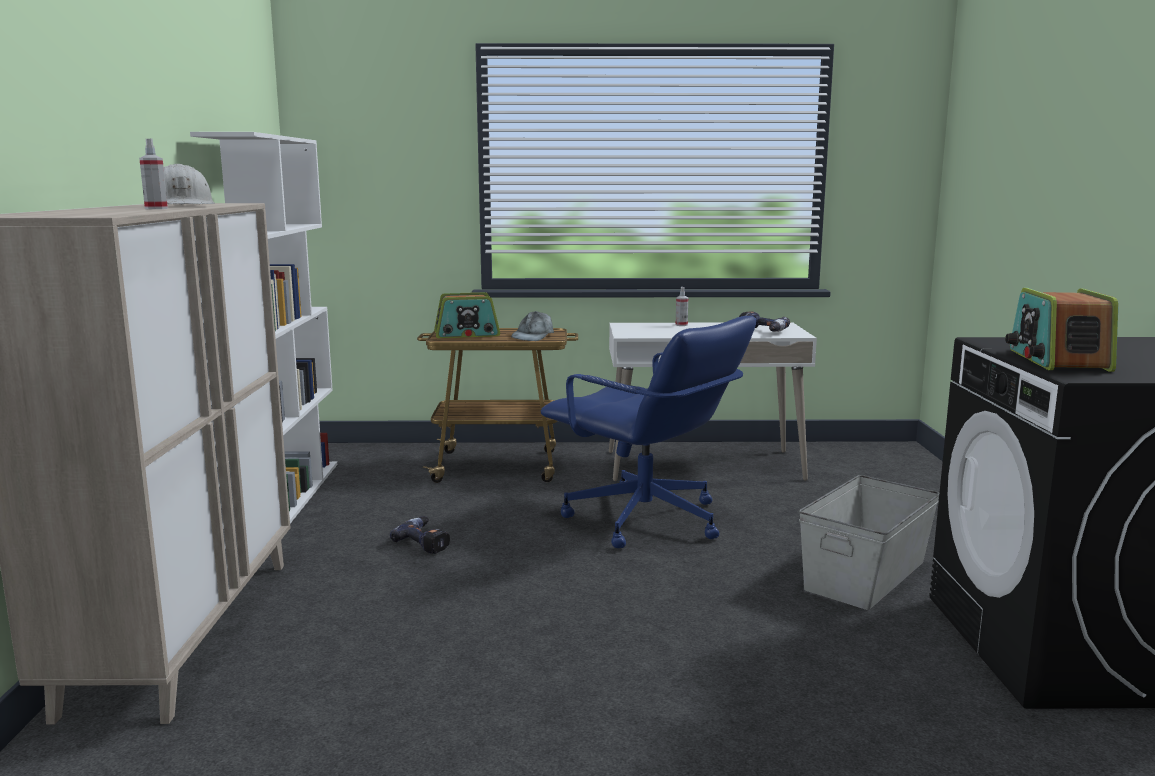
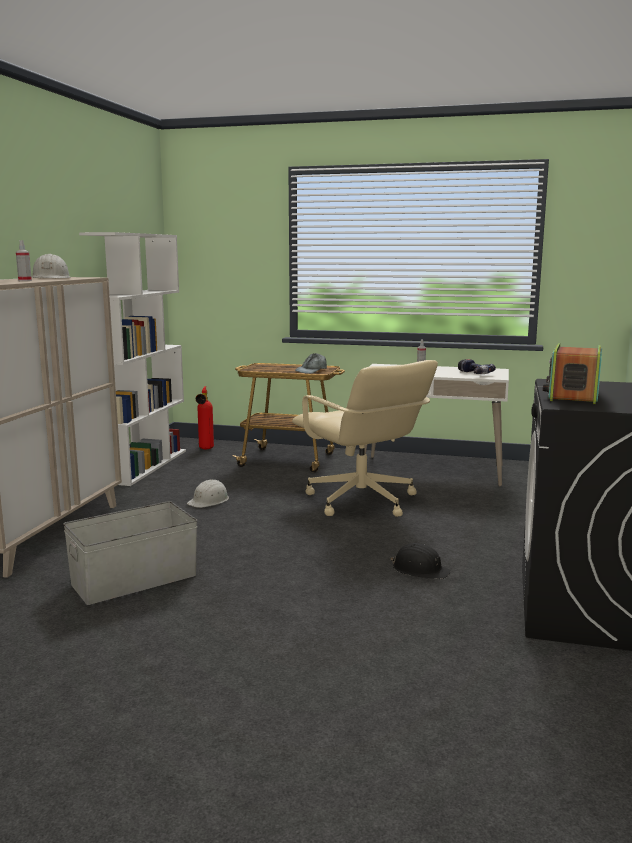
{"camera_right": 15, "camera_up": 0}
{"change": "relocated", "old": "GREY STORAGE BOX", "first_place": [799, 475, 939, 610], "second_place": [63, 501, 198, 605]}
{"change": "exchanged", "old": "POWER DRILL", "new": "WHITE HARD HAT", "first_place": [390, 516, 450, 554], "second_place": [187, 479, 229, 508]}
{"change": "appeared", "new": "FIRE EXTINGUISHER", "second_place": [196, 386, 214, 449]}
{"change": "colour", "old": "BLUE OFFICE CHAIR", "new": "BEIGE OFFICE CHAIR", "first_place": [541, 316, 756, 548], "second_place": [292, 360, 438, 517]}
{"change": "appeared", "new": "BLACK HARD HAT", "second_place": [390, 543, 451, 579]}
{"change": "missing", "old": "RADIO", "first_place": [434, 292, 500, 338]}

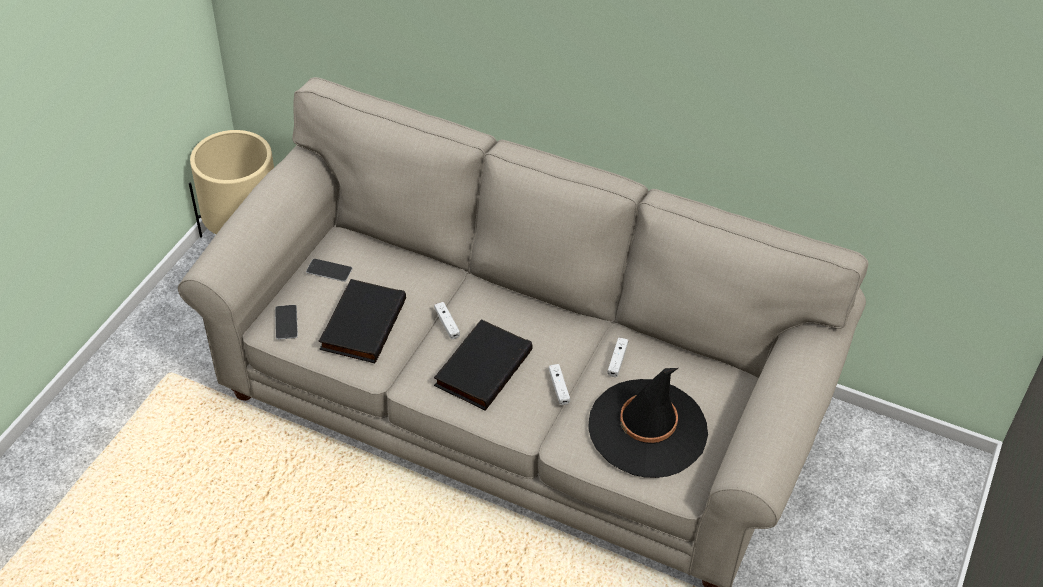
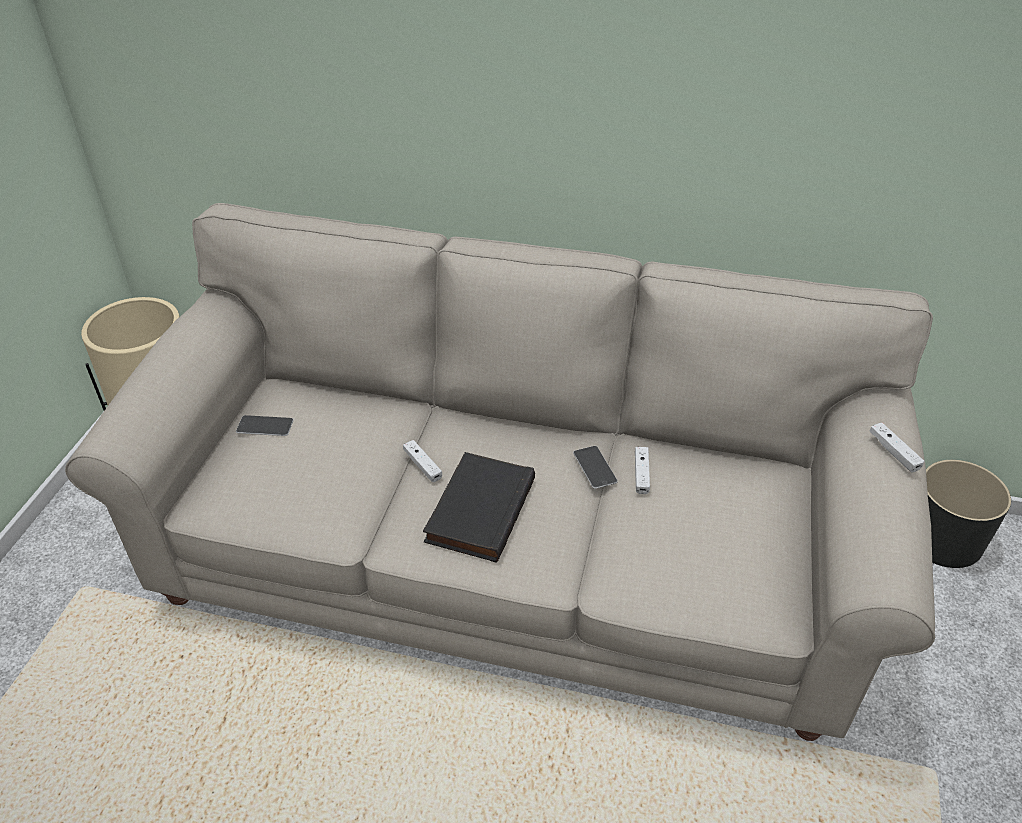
{"camera_right": -10, "camera_up": -5}
{"change": "relocated", "old": "PHONE", "first_place": [275, 305, 298, 340], "second_place": [573, 446, 618, 489]}
{"change": "relocated", "old": "WHITE GAME CONTROLLER", "first_place": [549, 364, 570, 405], "second_place": [869, 423, 925, 472]}
{"change": "appeared", "new": "BLACK PLANTER", "second_place": [926, 460, 1011, 568]}
{"change": "missing", "old": "BLACK BOOK", "first_place": [319, 279, 406, 363]}
{"change": "missing", "old": "BLACK HAT", "first_place": [588, 368, 708, 478]}

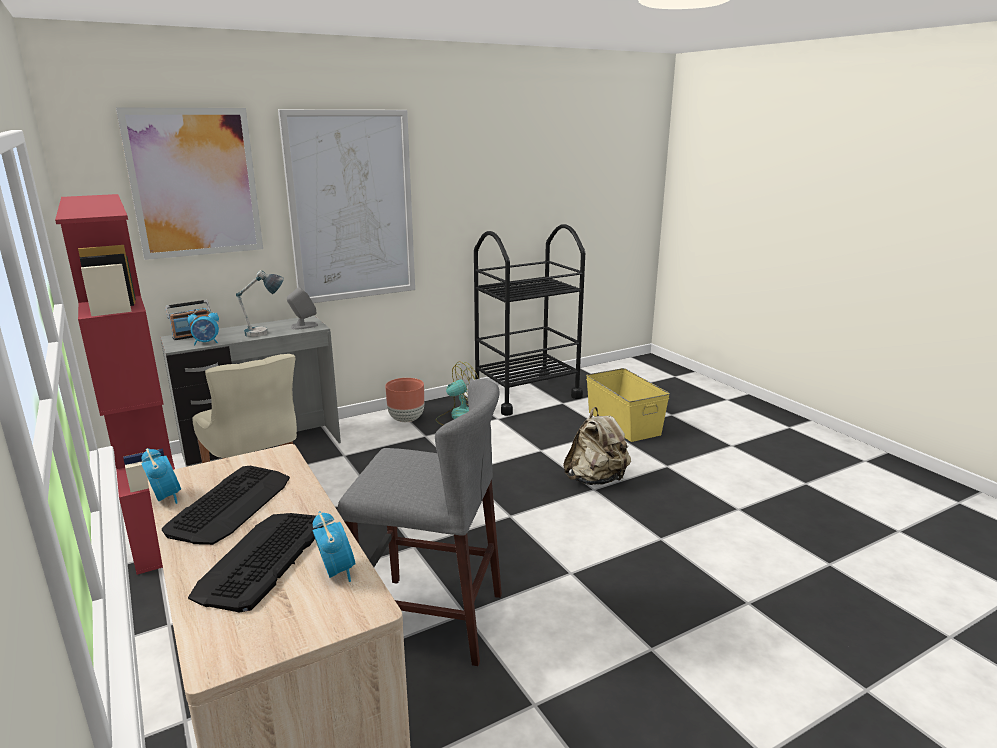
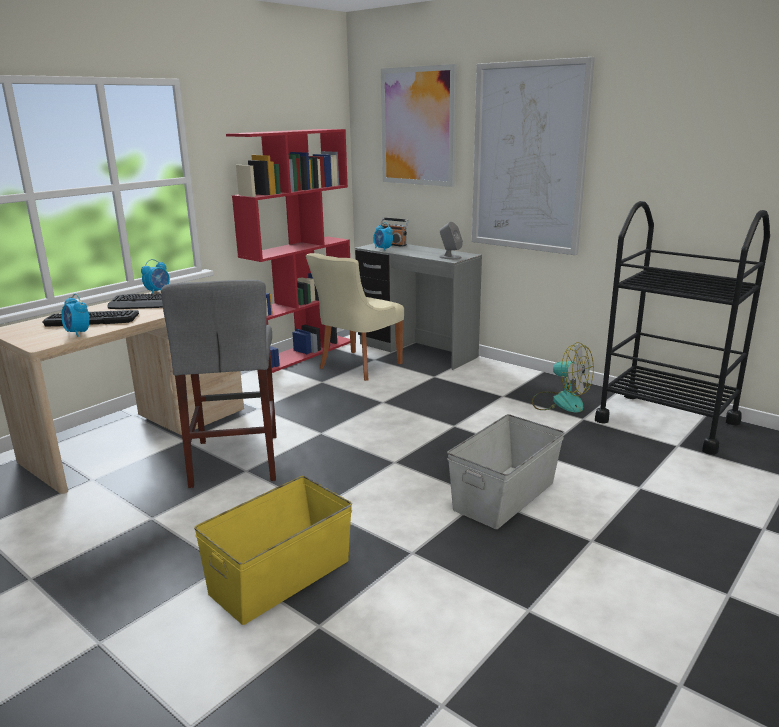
{"camera_right": 70, "camera_up": 0}
{"change": "spun", "old": "ALARM CLOCK", "first_place": [313, 511, 356, 582], "second_place": [61, 294, 89, 337], "degrees": 90}
{"change": "relocated", "old": "YELLOW STORAGE BOX", "first_place": [586, 368, 670, 442], "second_place": [194, 476, 352, 625]}
{"change": "exchanged", "old": "BEIGE BACKPACK", "new": "GREY STORAGE BOX", "first_place": [563, 407, 631, 485], "second_place": [447, 414, 565, 529]}
{"change": "missing", "old": "TABLE LAMP", "first_place": [236, 270, 284, 337]}
{"change": "missing", "old": "BROWN PLANTER", "first_place": [385, 378, 424, 422]}

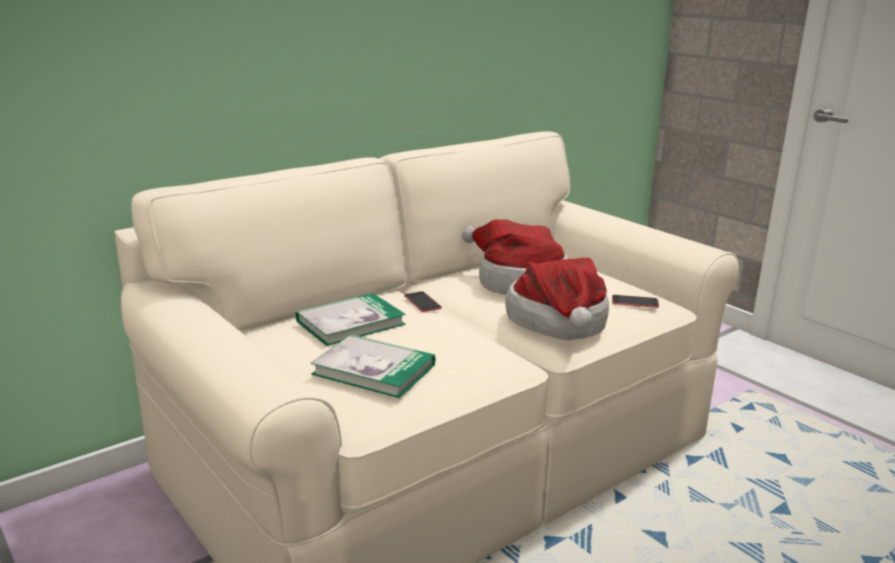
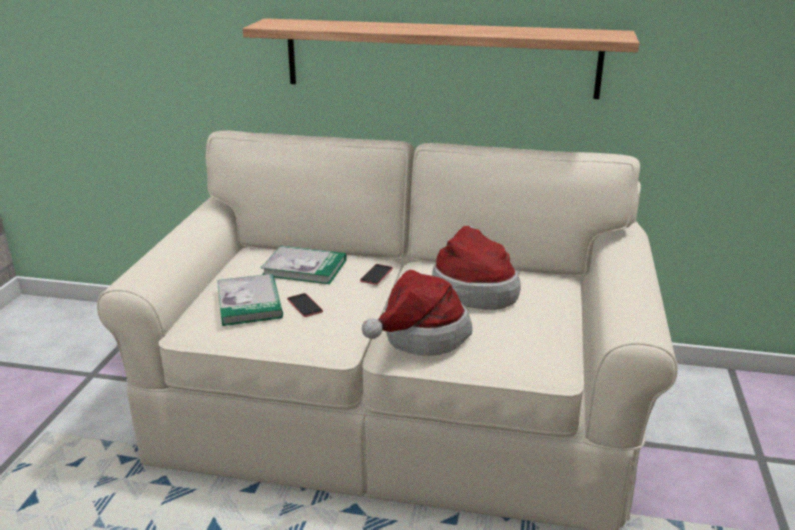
{"camera_right": 50, "camera_up": 5}
{"change": "appeared", "new": "SHELF", "second_place": [243, 18, 639, 99]}
{"change": "relocated", "old": "PHONE", "first_place": [612, 295, 659, 308], "second_place": [287, 293, 323, 317]}

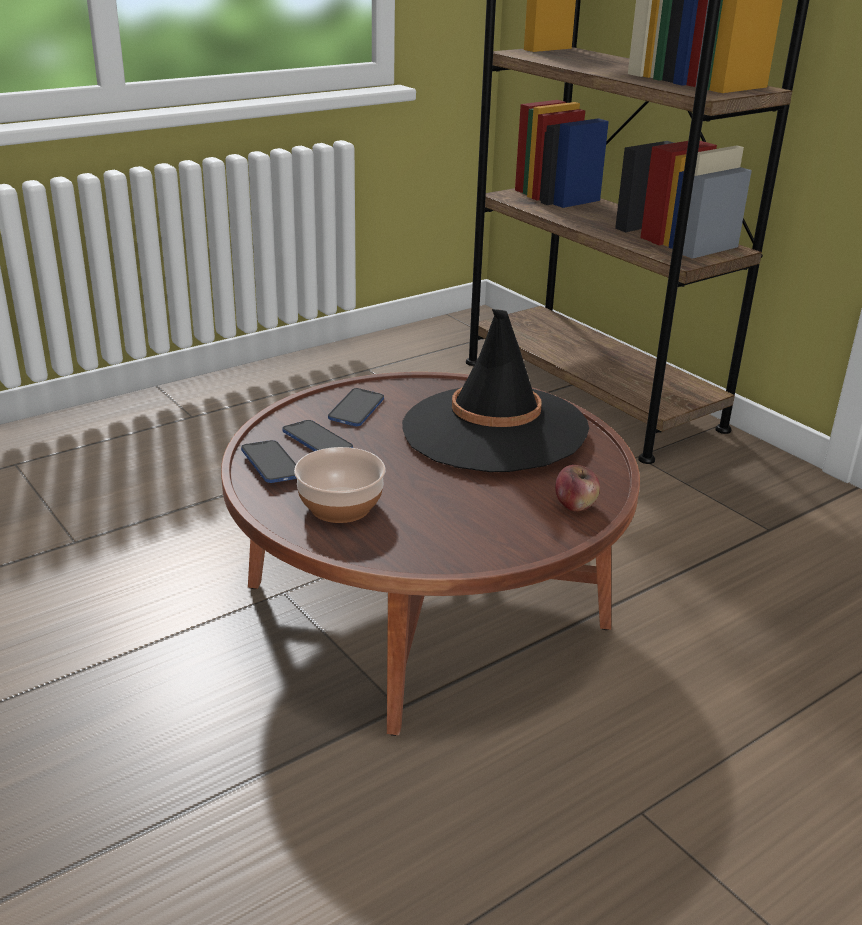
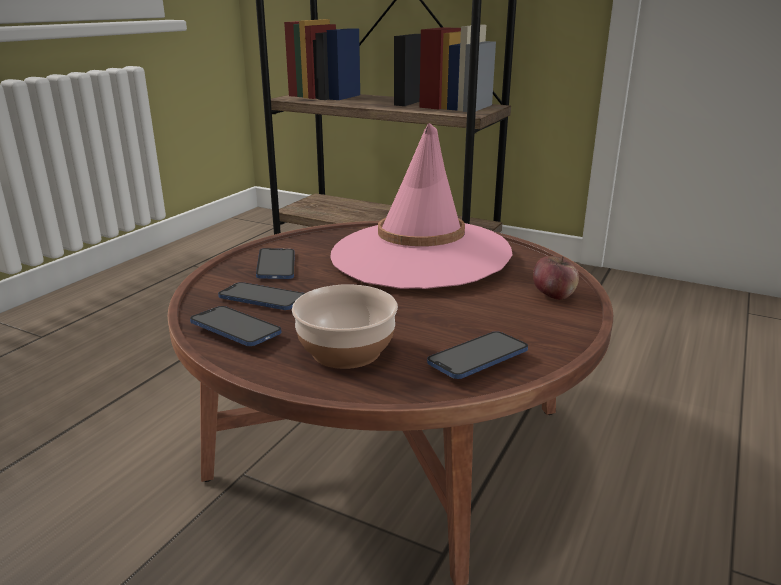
{"camera_right": -25, "camera_up": -5}
{"change": "colour", "old": "BLACK HAT", "new": "PINK HAT", "first_place": [402, 309, 589, 472], "second_place": [330, 123, 512, 289]}
{"change": "appeared", "new": "PHONE", "second_place": [427, 331, 528, 379]}

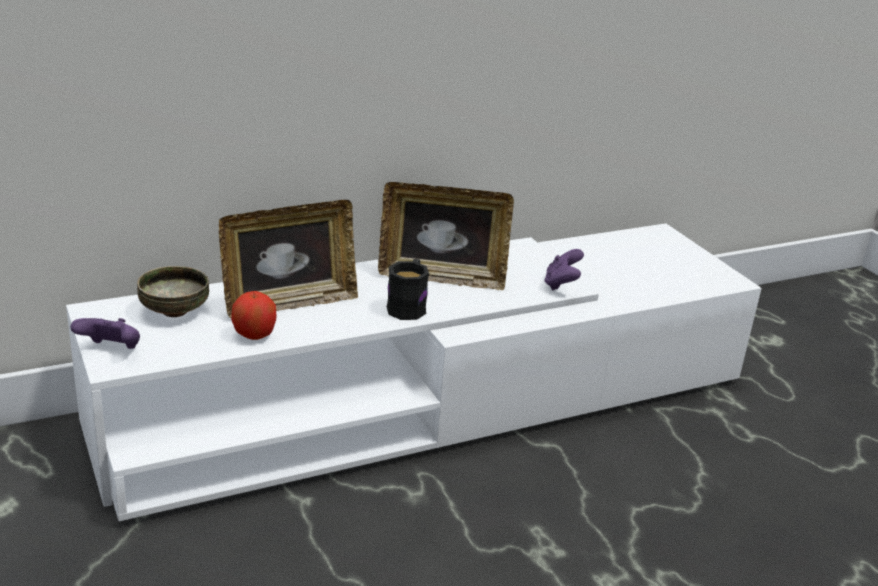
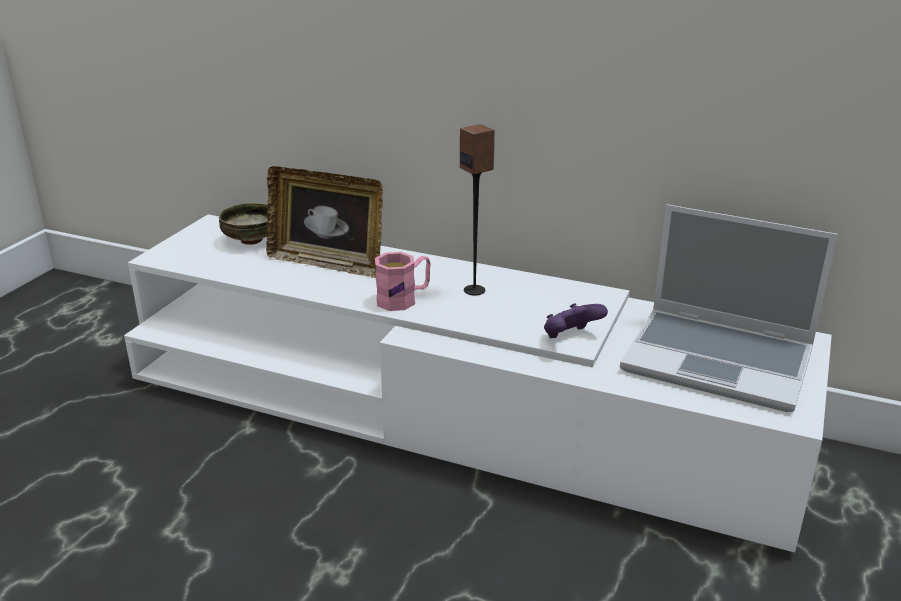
{"camera_right": 50, "camera_up": 0}
{"change": "colour", "old": "BLACK MUG", "new": "PINK MUG", "first_place": [387, 259, 429, 320], "second_place": [375, 252, 431, 311]}
{"change": "exchanged", "old": "PICTURE FRAME", "new": "SPEAKER", "first_place": [378, 182, 514, 290], "second_place": [460, 124, 495, 296]}
{"change": "appeared", "new": "LAPTOP", "second_place": [620, 204, 838, 412]}
{"change": "missing", "old": "PURPLE GAME CONTROLLER", "first_place": [71, 318, 140, 349]}
{"change": "missing", "old": "APPLE", "first_place": [231, 291, 276, 340]}

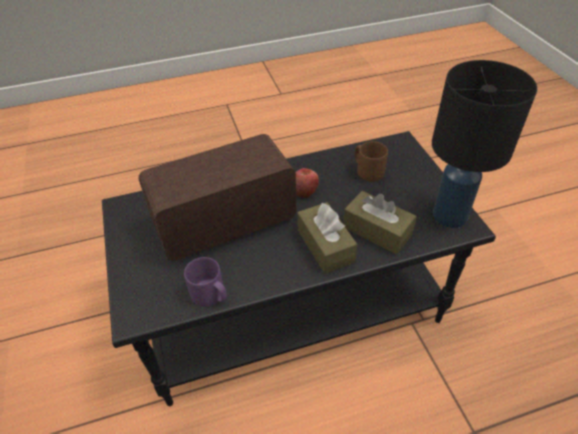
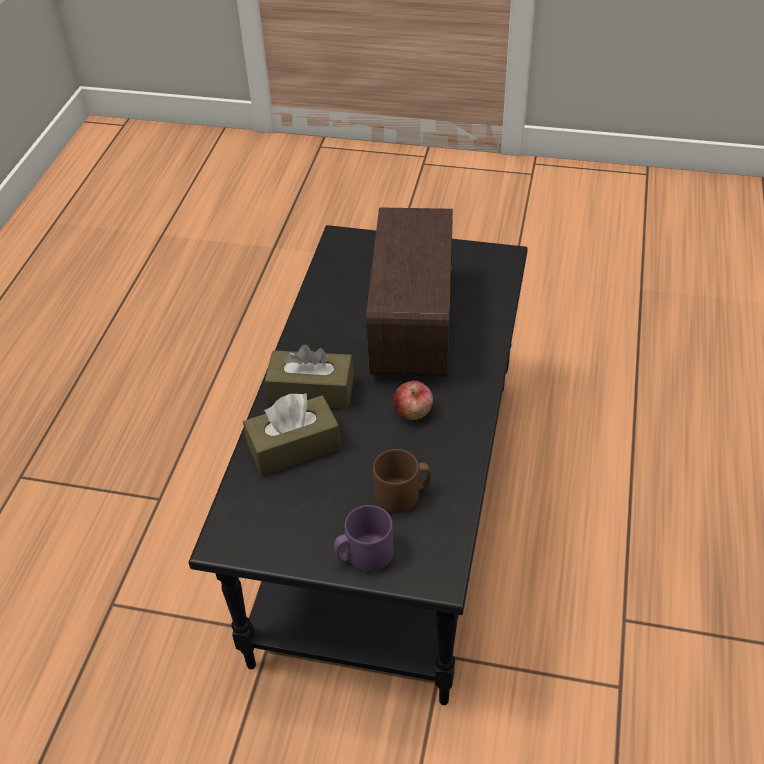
{"camera_right": 120, "camera_up": 0}
{"change": "relocated", "old": "PURPLE MUG", "first_place": [184, 257, 227, 307], "second_place": [334, 505, 394, 572]}
{"change": "missing", "old": "BLACK TABLE LAMP", "first_place": [432, 60, 537, 228]}

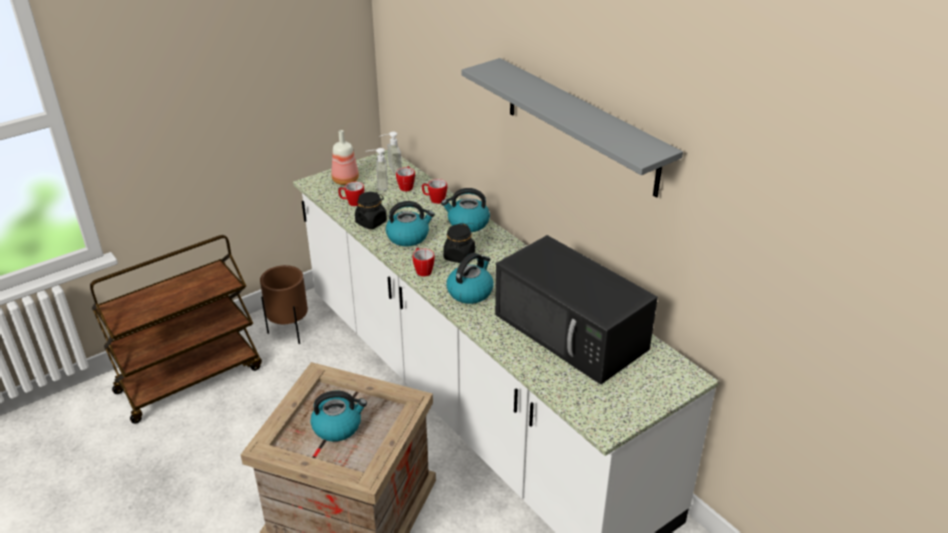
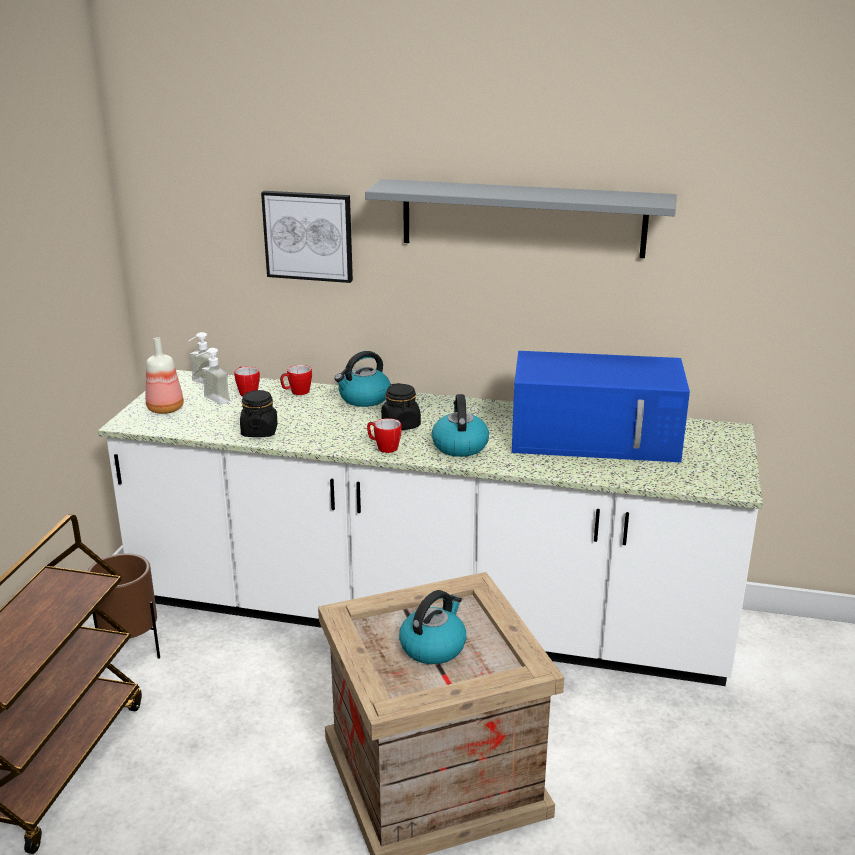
{"camera_right": -40, "camera_up": -10}
{"change": "appeared", "new": "PICTURE", "second_place": [261, 191, 353, 283]}
{"change": "colour", "old": "BLACK MICROWAVE", "new": "BLUE MICROWAVE", "first_place": [495, 235, 658, 385], "second_place": [512, 351, 690, 462]}
{"change": "missing", "old": "MUG", "first_place": [338, 182, 364, 206]}
{"change": "missing", "old": "KETTLE", "first_place": [386, 201, 435, 246]}

